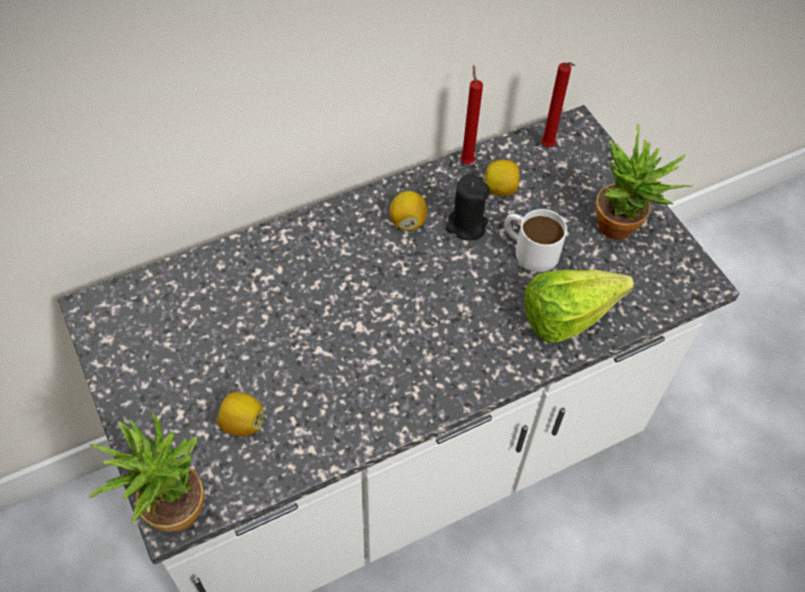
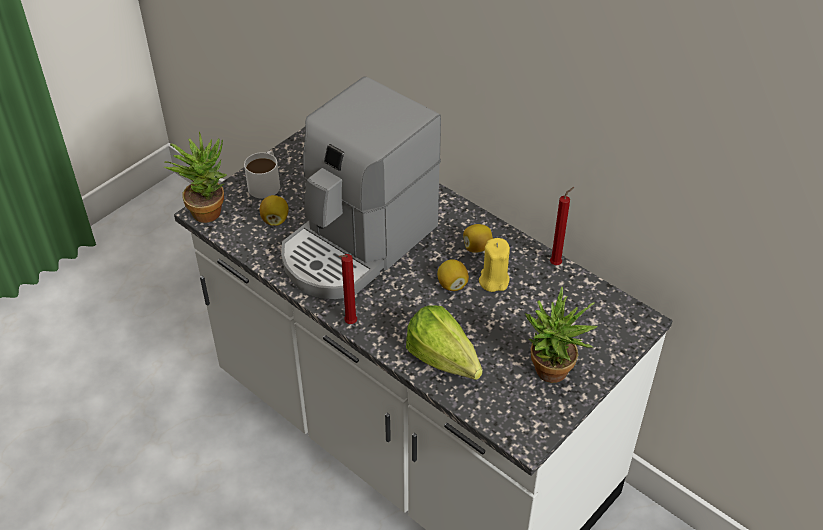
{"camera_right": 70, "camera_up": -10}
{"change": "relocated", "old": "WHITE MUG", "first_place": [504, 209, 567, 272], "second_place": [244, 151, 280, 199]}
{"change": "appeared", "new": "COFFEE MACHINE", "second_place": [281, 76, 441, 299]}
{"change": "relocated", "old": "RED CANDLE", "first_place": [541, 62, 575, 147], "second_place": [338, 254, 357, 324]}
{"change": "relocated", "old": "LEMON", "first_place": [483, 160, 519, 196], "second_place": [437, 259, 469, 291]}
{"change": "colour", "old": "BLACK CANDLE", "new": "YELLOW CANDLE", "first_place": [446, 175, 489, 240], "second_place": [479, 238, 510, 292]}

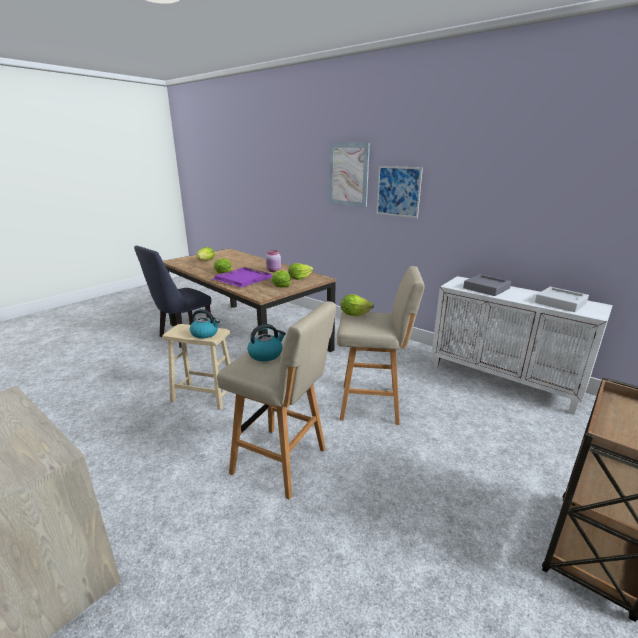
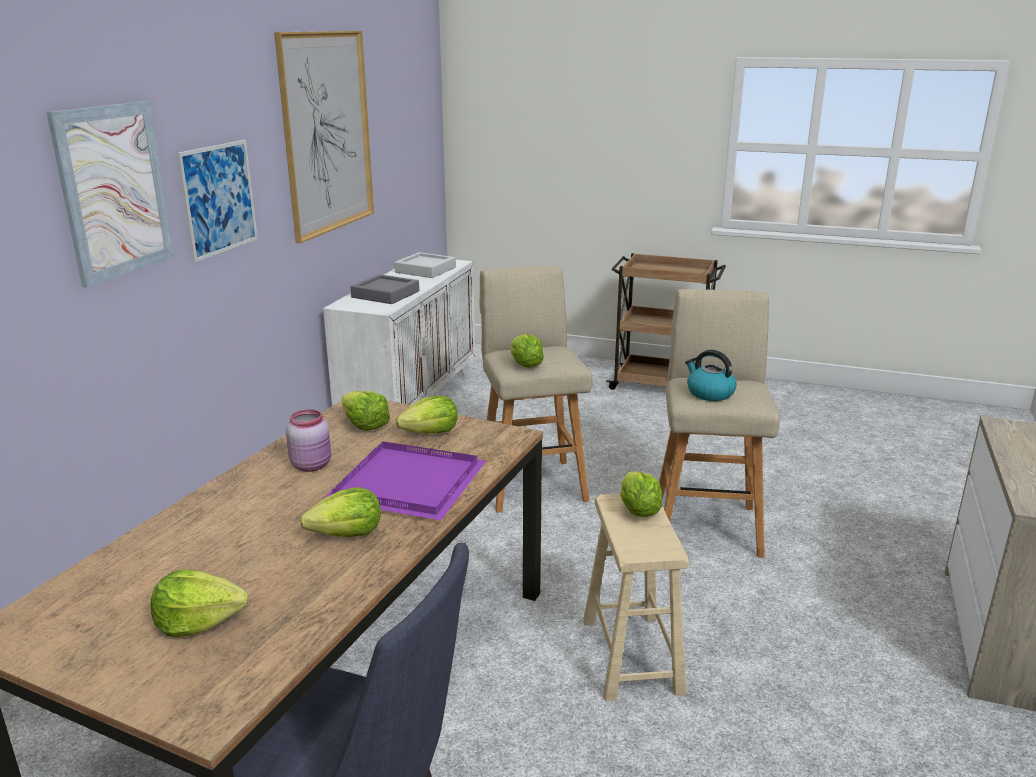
{"camera_right": -110, "camera_up": 0}
{"change": "appeared", "new": "PICTURE", "second_place": [274, 31, 374, 243]}
{"change": "exchanged", "old": "KETTLE", "new": "LETTUCE", "first_place": [190, 309, 220, 339], "second_place": [620, 471, 662, 517]}

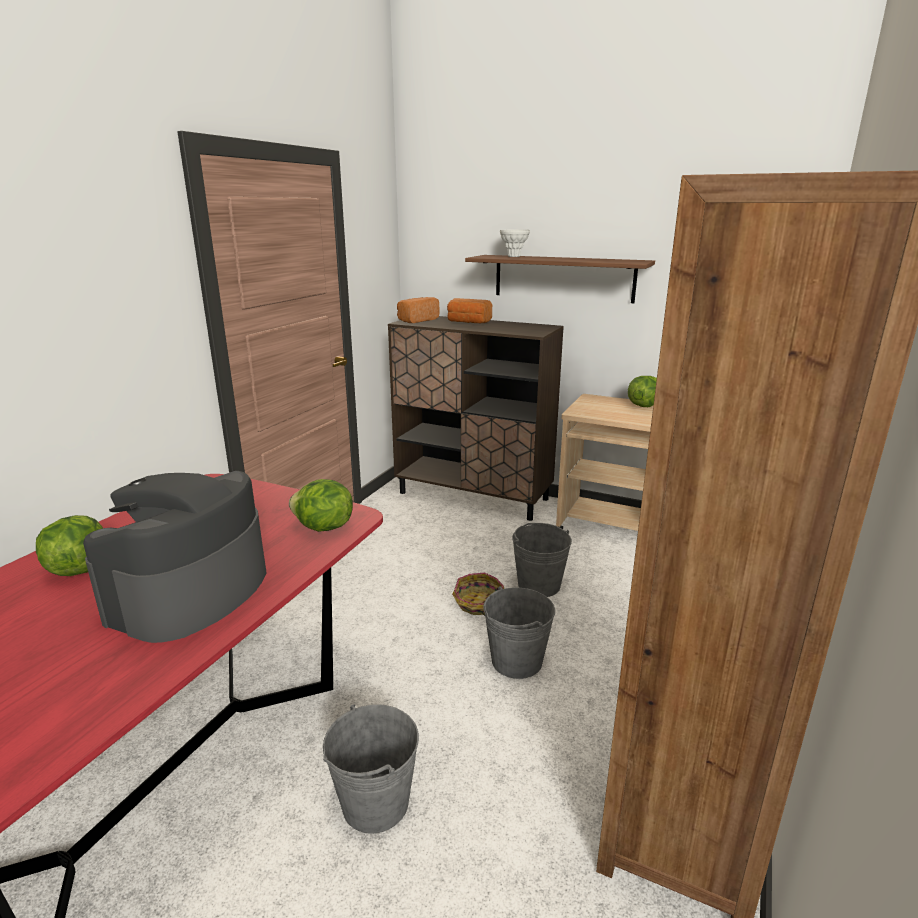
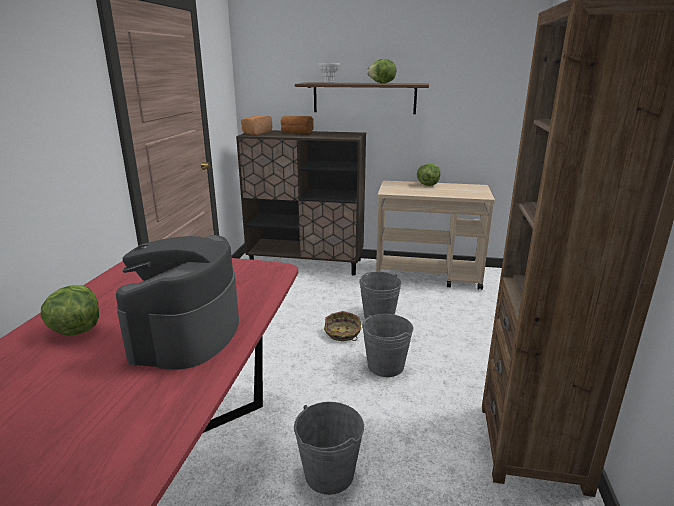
{"camera_right": -15, "camera_up": 0}
{"change": "relocated", "old": "LETTUCE", "first_place": [289, 479, 353, 532], "second_place": [367, 59, 396, 83]}

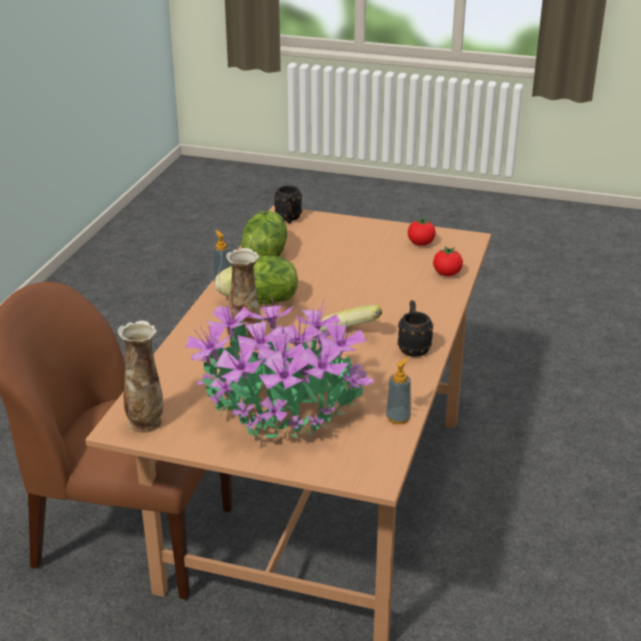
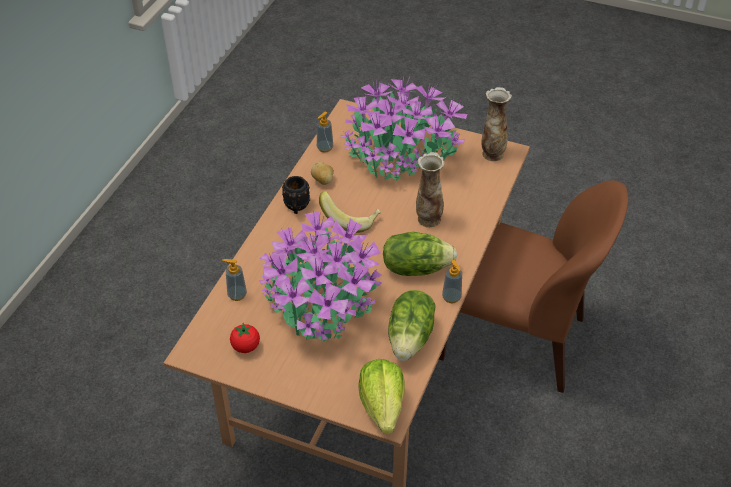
{"camera_right": -175, "camera_up": 15}
{"change": "exchanged", "old": "TOMATO", "new": "SOAP DISPENSER", "first_place": [433, 246, 463, 276], "second_place": [222, 259, 247, 301]}
{"change": "appeared", "new": "POTTED PLANT", "second_place": [259, 210, 382, 341]}
{"change": "appeared", "new": "POTATO", "second_place": [311, 162, 334, 185]}
{"change": "exchanged", "old": "BLACK MUG", "new": "LETTUCE", "first_place": [274, 185, 302, 223], "second_place": [358, 359, 405, 434]}

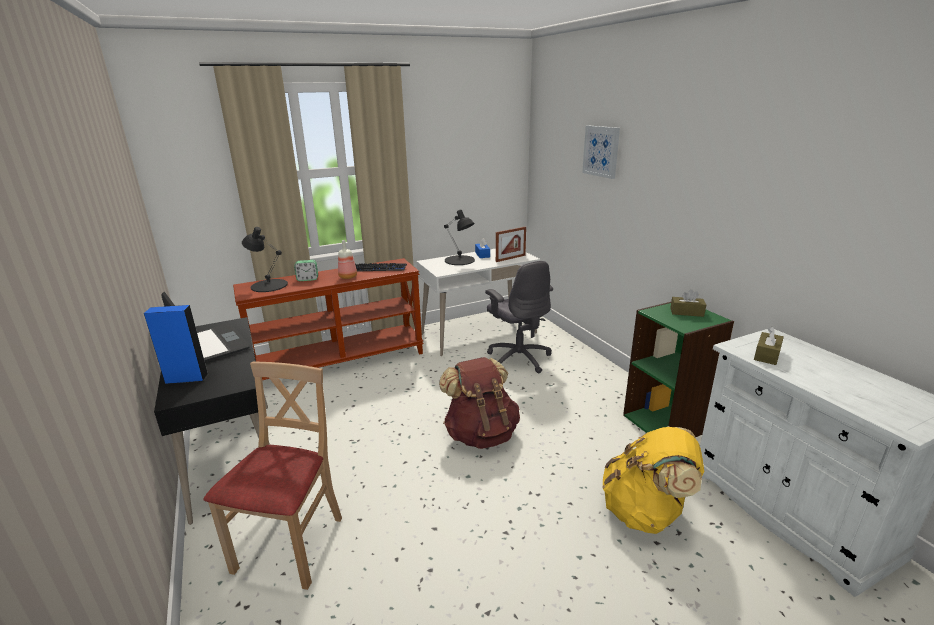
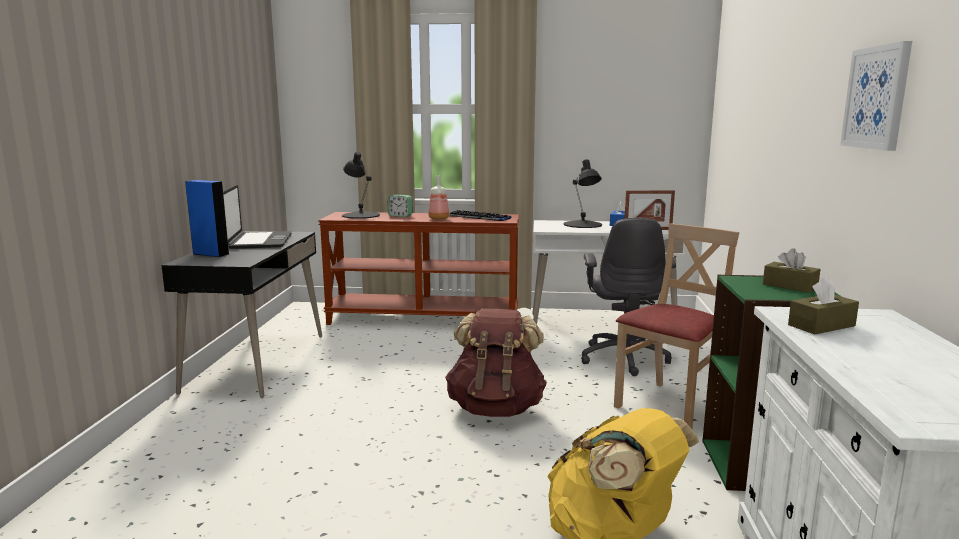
{"camera_right": 30, "camera_up": -10}
{"change": "relocated", "old": "BEIGE CHAIR", "first_place": [204, 361, 342, 590], "second_place": [614, 223, 739, 429]}
{"change": "relocated", "old": "PICTURE", "first_place": [582, 125, 620, 179], "second_place": [840, 41, 912, 151]}

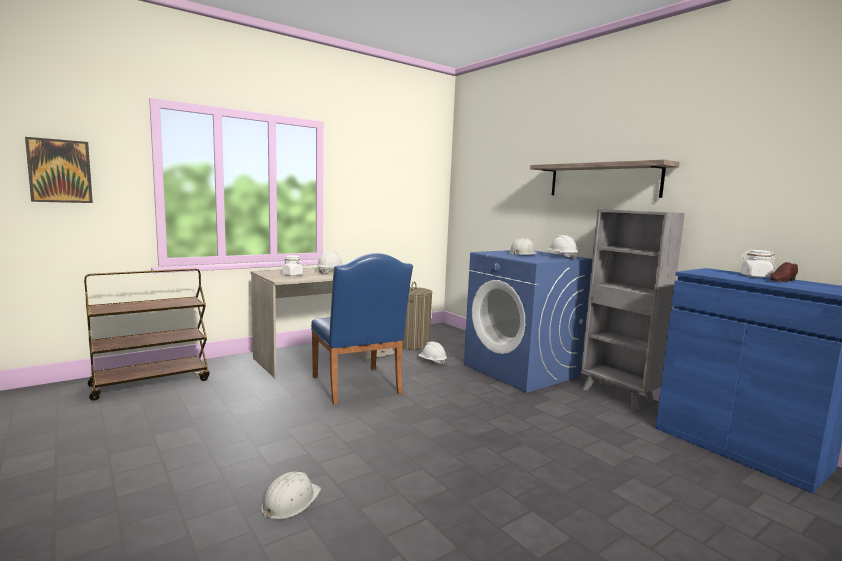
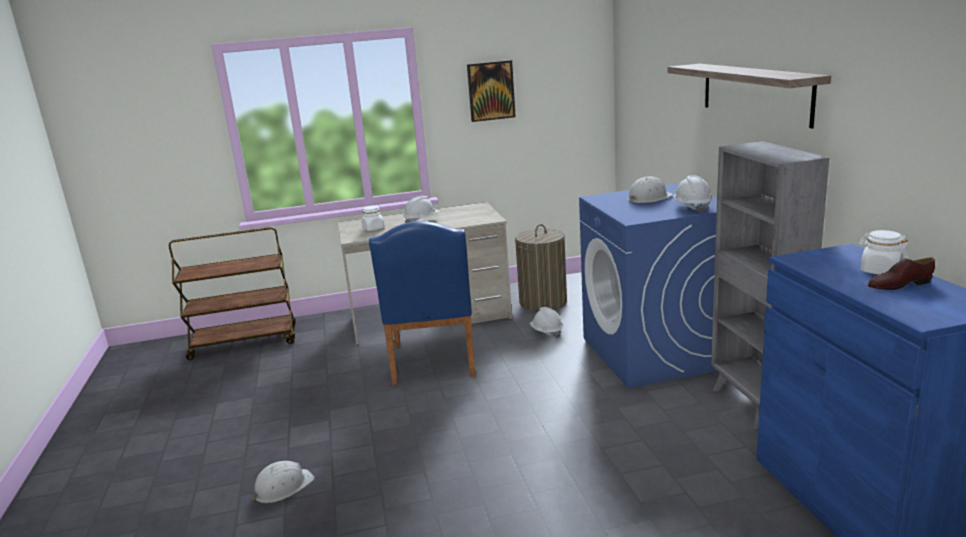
{"camera_right": 25, "camera_up": 10}
{"change": "relocated", "old": "PICTURE", "first_place": [25, 137, 93, 203], "second_place": [467, 60, 516, 122]}

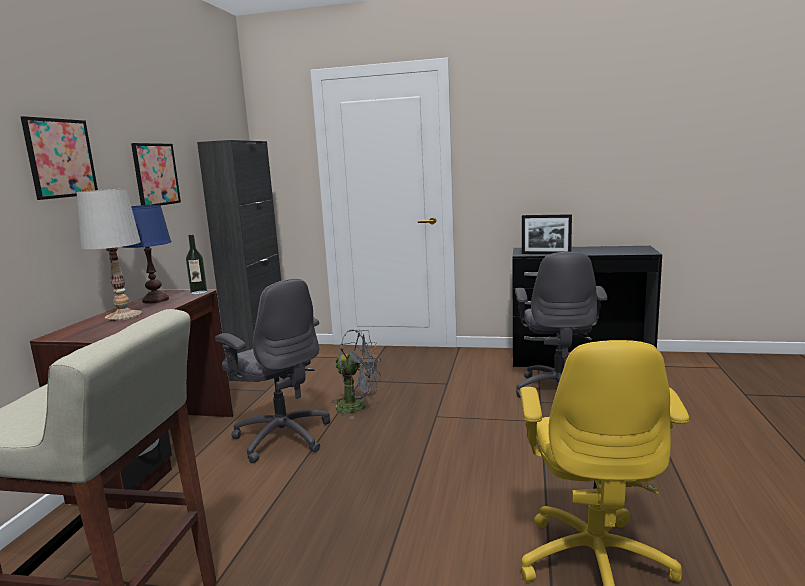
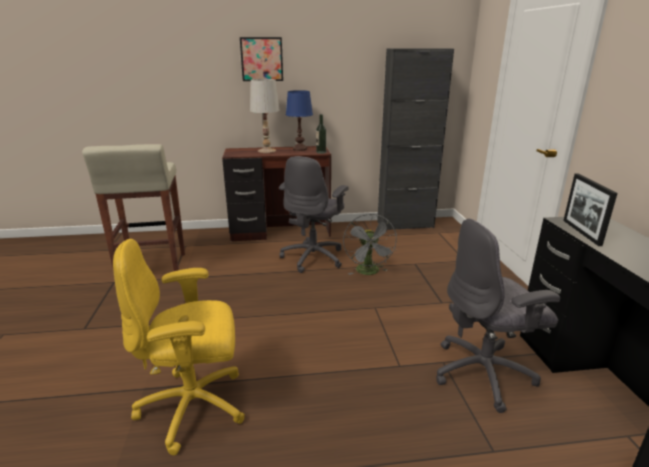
{"camera_right": 70, "camera_up": 10}
{"change": "missing", "old": "PICTURE", "first_place": [131, 143, 181, 205]}

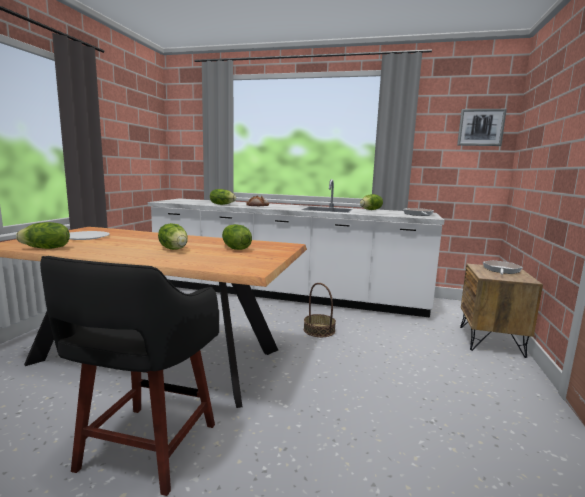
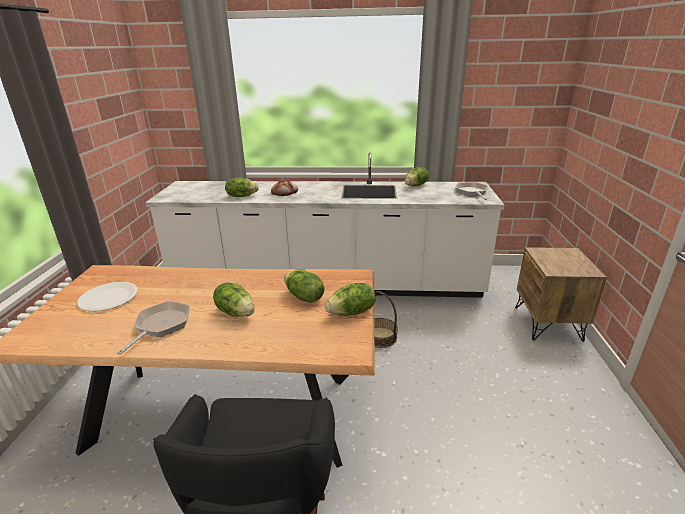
{"camera_right": -10, "camera_up": 15}
{"change": "relocated", "old": "FRYING PAN", "first_place": [483, 260, 523, 275], "second_place": [117, 301, 190, 355]}
{"change": "relocated", "old": "LETTUCE", "first_place": [16, 222, 70, 249], "second_place": [325, 283, 376, 316]}
{"change": "missing", "old": "PICTURE", "first_place": [457, 109, 507, 146]}

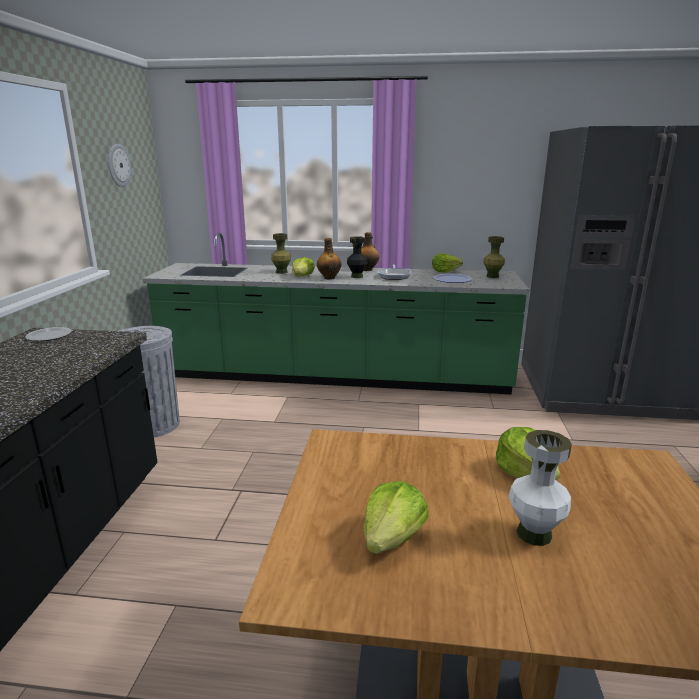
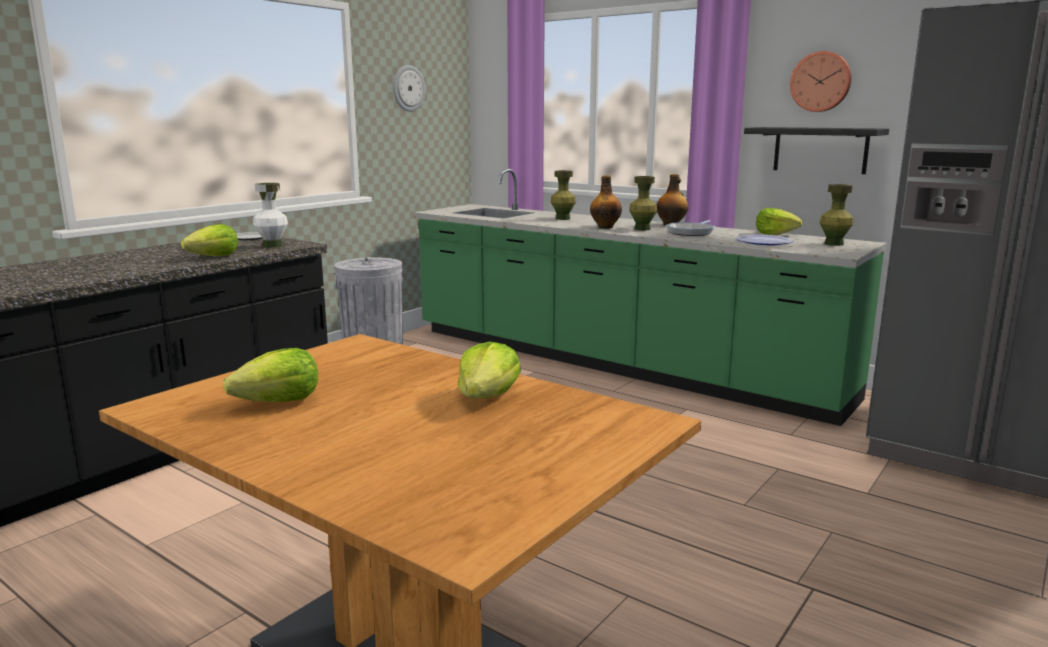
{"camera_right": 30, "camera_up": -5}
{"change": "relocated", "old": "LETTUCE", "first_place": [292, 257, 315, 277], "second_place": [181, 224, 238, 256]}
{"change": "relocated", "old": "WHITE VASE", "first_place": [508, 430, 572, 546], "second_place": [253, 183, 288, 248]}
{"change": "colour", "old": "BLACK VASE", "new": "GREEN VASE", "first_place": [347, 236, 368, 278], "second_place": [629, 176, 657, 230]}
{"change": "appeared", "new": "BLACK SHELF", "second_place": [744, 127, 889, 174]}
{"change": "appeared", "new": "WALL CLOCK", "second_place": [790, 51, 852, 112]}

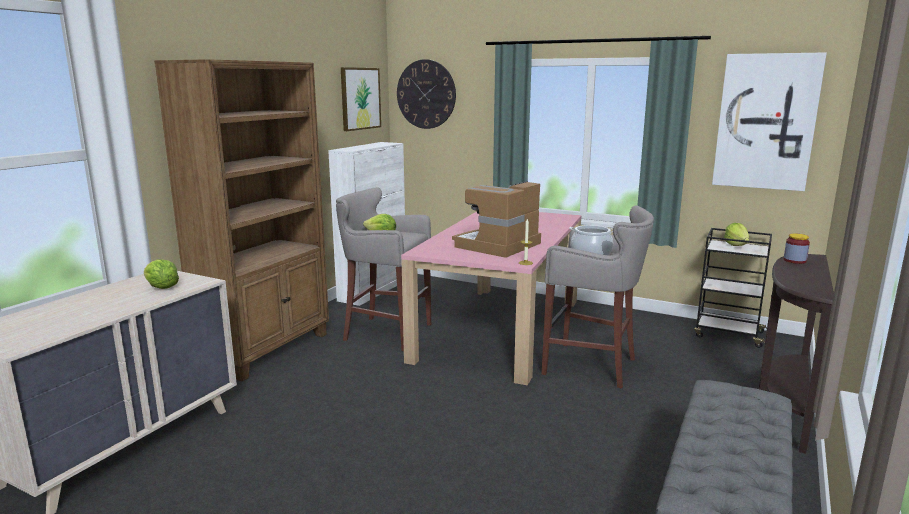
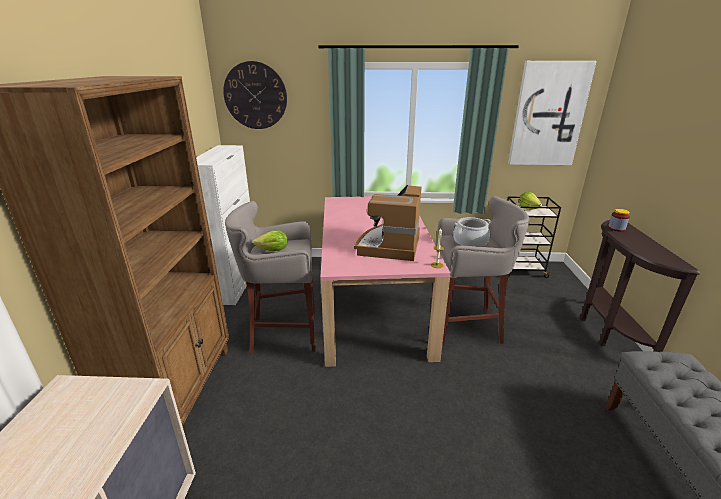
{"camera_right": -25, "camera_up": 10}
{"change": "missing", "old": "LETTUCE", "first_place": [144, 259, 179, 289]}
{"change": "missing", "old": "PICTURE", "first_place": [341, 67, 381, 131]}

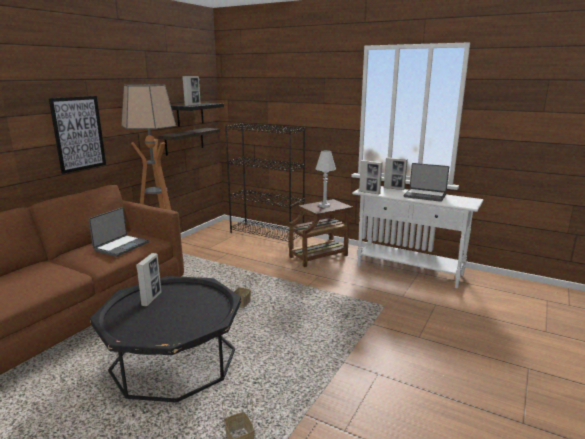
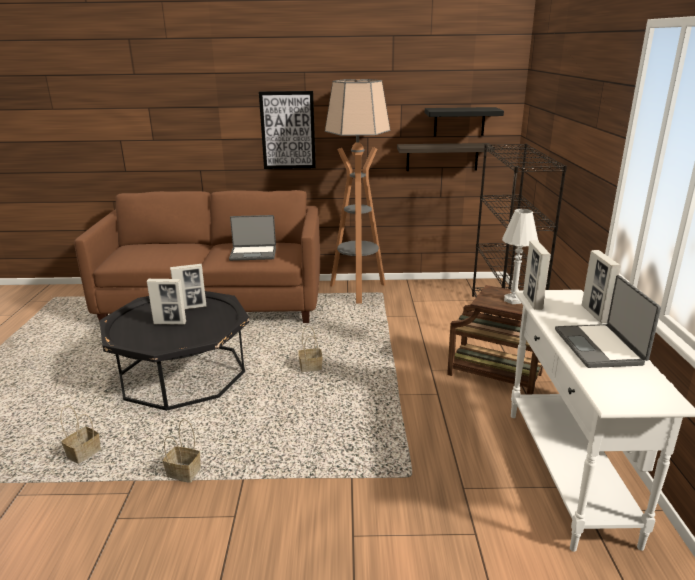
{"camera_right": 60, "camera_up": 5}
{"change": "relocated", "old": "PICTURE FRAME", "first_place": [182, 76, 201, 106], "second_place": [147, 279, 186, 325]}
{"change": "appeared", "new": "BASKET", "second_place": [163, 419, 201, 483]}

